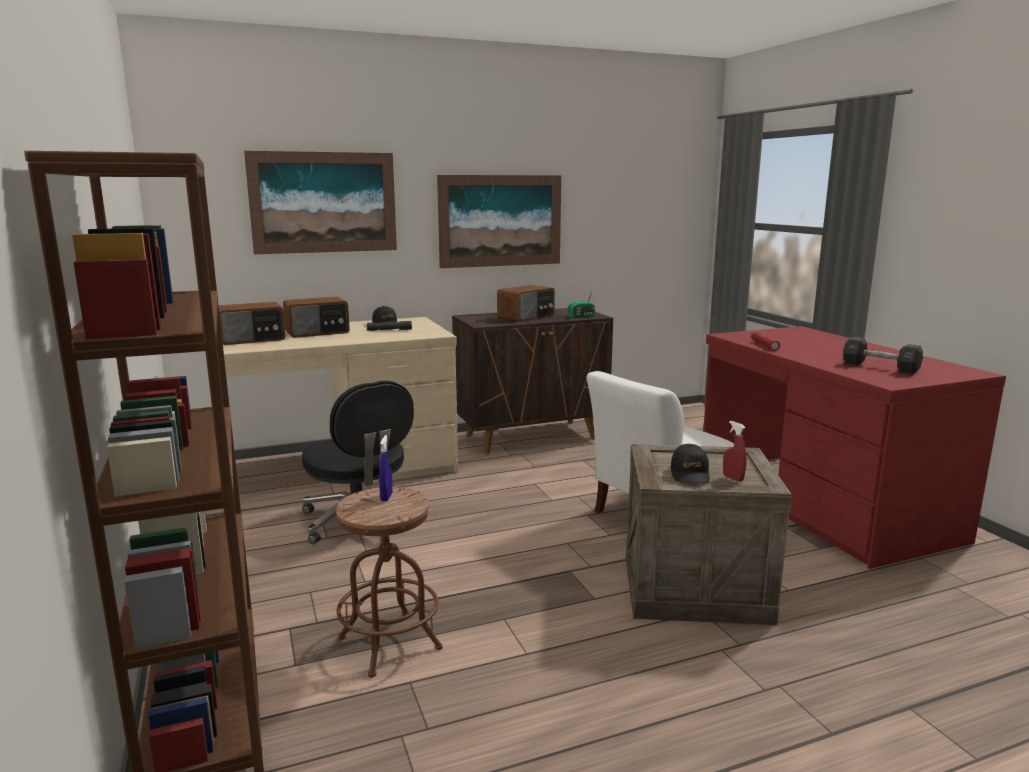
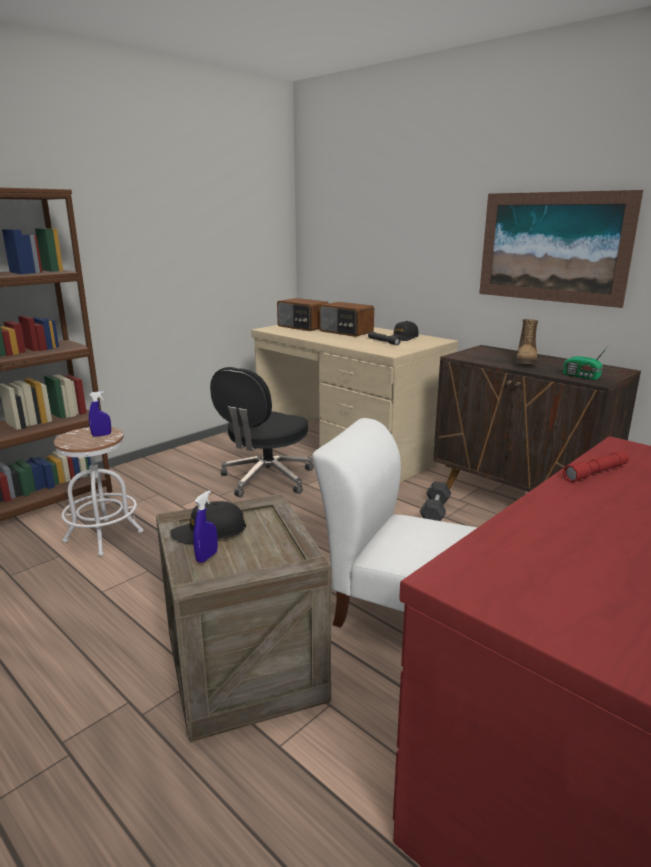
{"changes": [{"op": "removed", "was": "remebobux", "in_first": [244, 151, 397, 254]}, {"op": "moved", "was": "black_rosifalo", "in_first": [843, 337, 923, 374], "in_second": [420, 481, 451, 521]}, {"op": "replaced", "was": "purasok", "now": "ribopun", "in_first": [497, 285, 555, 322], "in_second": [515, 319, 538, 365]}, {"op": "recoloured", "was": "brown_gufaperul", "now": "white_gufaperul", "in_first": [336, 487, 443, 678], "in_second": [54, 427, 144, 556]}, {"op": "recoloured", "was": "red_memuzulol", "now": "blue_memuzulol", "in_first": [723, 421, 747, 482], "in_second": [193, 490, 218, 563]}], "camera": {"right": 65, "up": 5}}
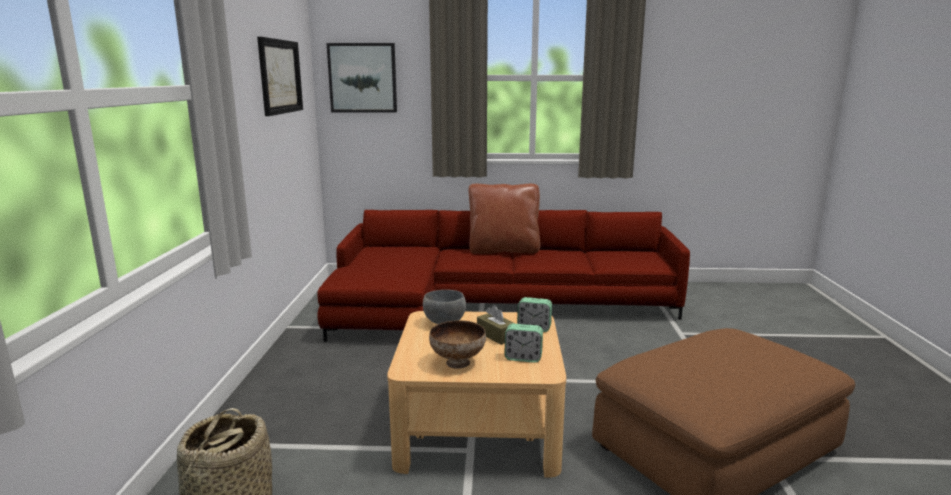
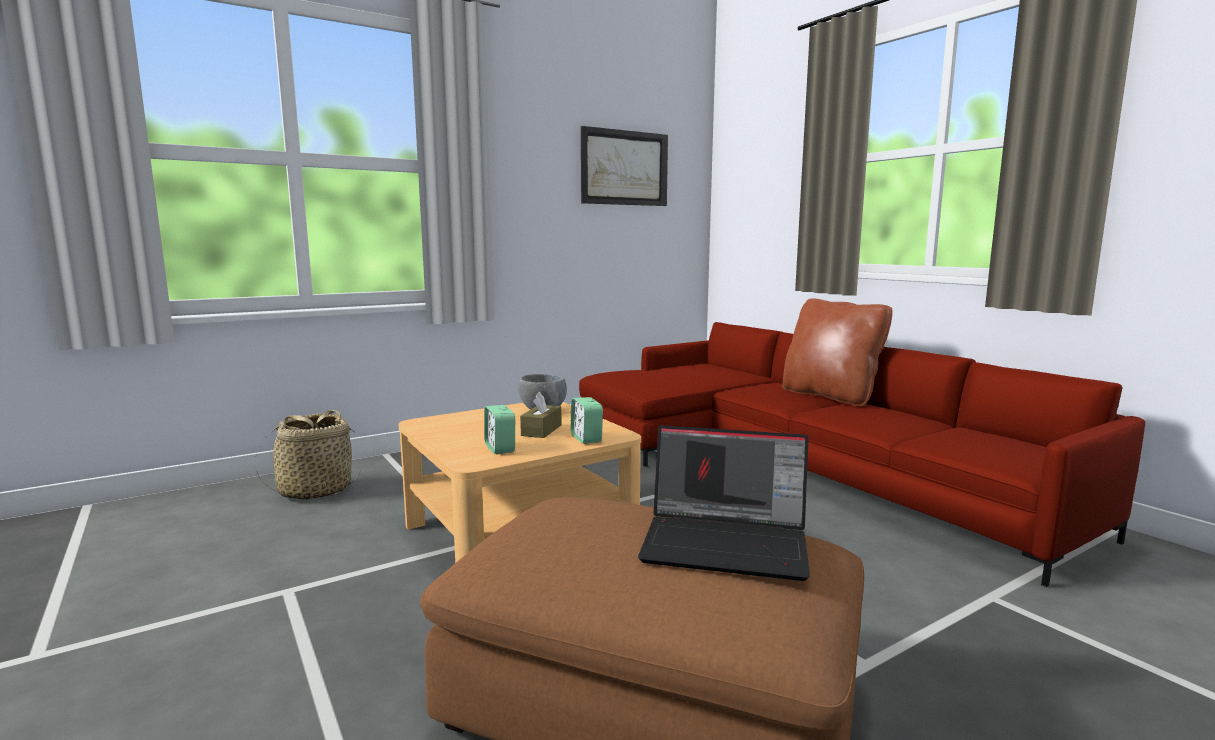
{"changes": [{"op": "removed", "was": "remebobux", "in_first": [326, 43, 397, 113]}, {"op": "removed", "was": "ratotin", "in_first": [429, 320, 486, 369]}, {"op": "added", "now": "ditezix", "in_second": [638, 425, 810, 581]}], "camera": {"right": 55, "up": -5}}
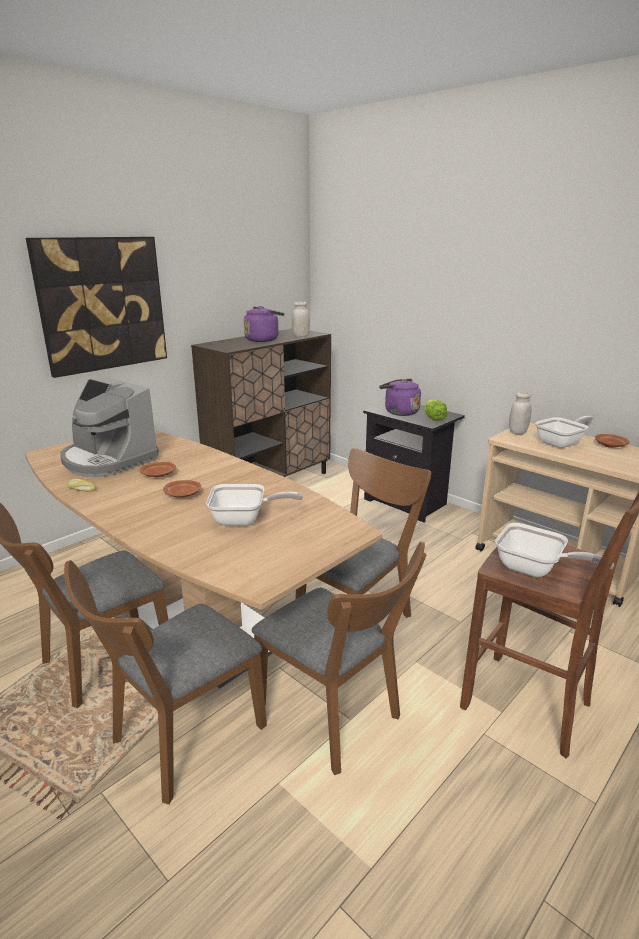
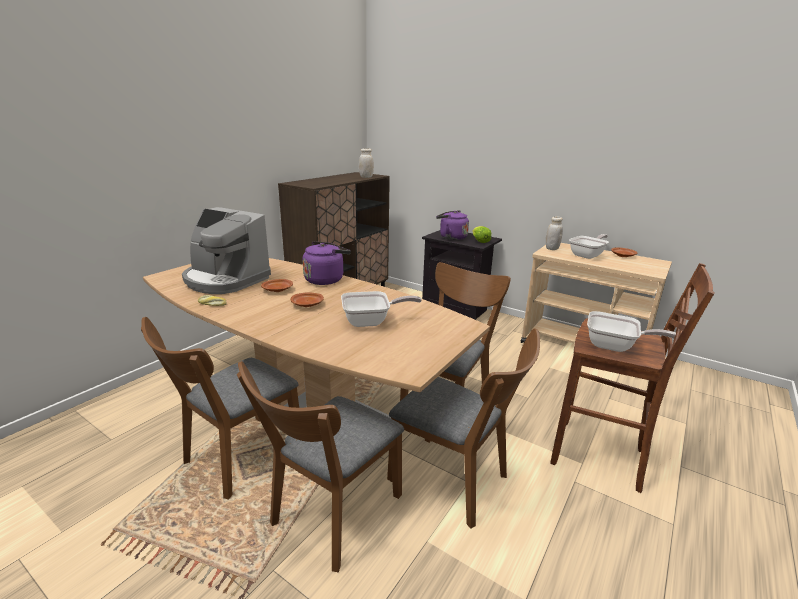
{"changes": [{"op": "removed", "was": "remebobux", "in_first": [26, 237, 167, 378]}, {"op": "moved", "was": "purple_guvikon", "in_first": [244, 306, 284, 342], "in_second": [303, 242, 351, 285]}], "camera": {"right": -10, "up": 0}}
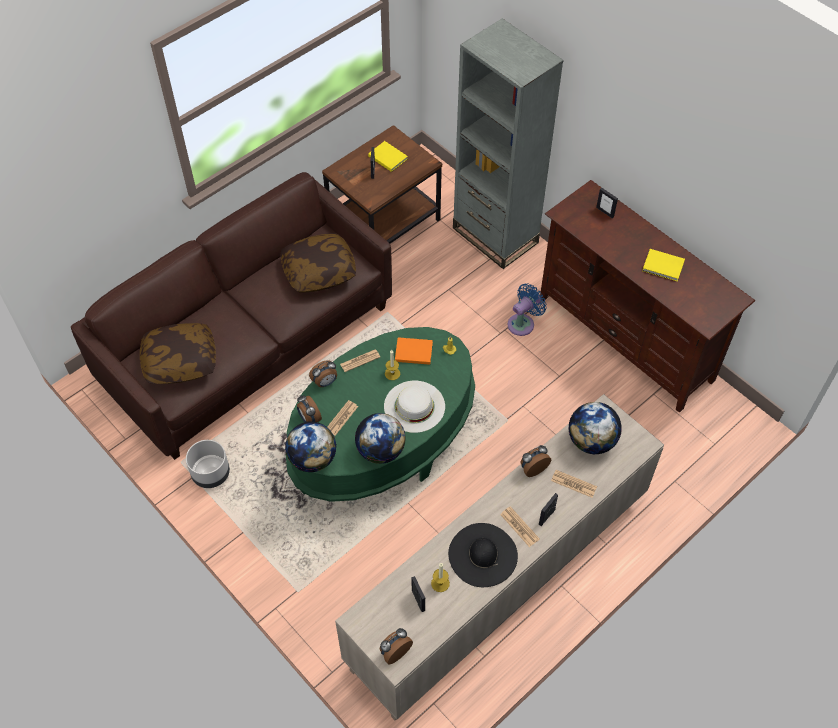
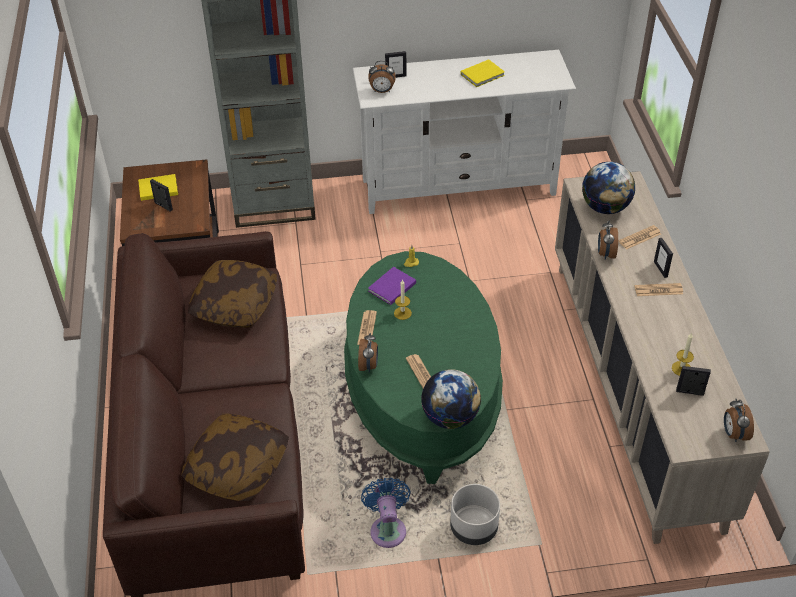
{"changes": [{"op": "removed", "was": "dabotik", "in_first": [355, 413, 406, 464]}, {"op": "removed", "was": "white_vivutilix", "in_first": [384, 381, 445, 433]}, {"op": "removed", "was": "black_vivutilix", "in_first": [448, 523, 518, 587]}, {"op": "moved", "was": "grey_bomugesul", "in_first": [186, 440, 230, 488], "in_second": [450, 484, 500, 545]}, {"op": "moved", "was": "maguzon", "in_first": [297, 395, 322, 422], "in_second": [368, 61, 396, 93]}, {"op": "moved", "was": "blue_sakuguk", "in_first": [508, 283, 547, 336], "in_second": [361, 478, 411, 548]}, {"op": "recoloured", "was": "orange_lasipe", "now": "purple_lasipe", "in_first": [395, 337, 433, 365], "in_second": [368, 267, 416, 305]}, {"op": "recoloured", "was": "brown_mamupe", "now": "white_mamupe", "in_first": [540, 180, 755, 413], "in_second": [353, 50, 576, 214]}], "camera": {"right": -55, "up": -10}}
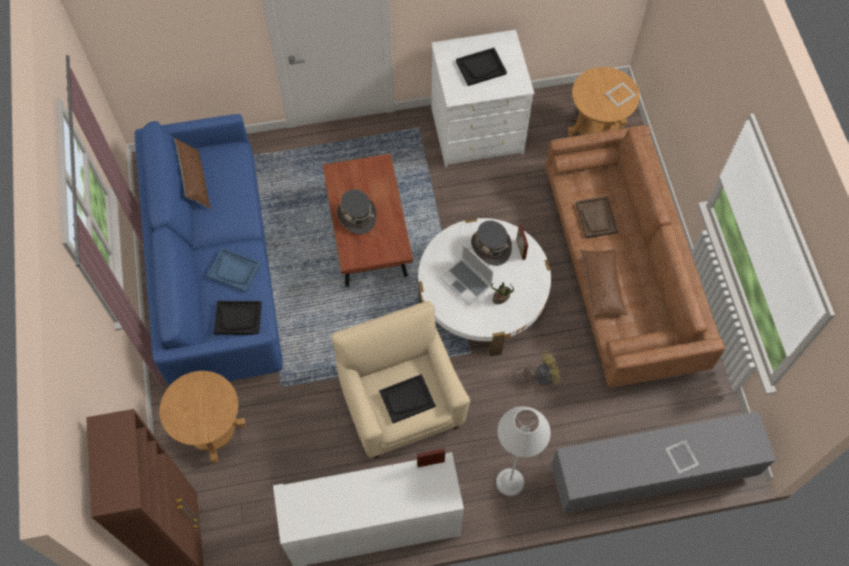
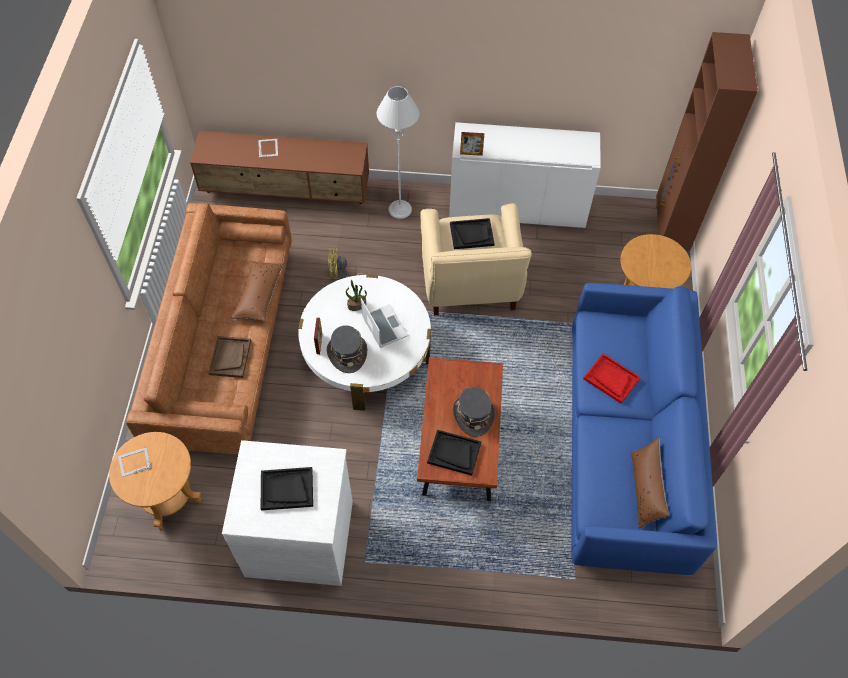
{"changes": [{"op": "moved", "was": "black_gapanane", "in_first": [214, 301, 262, 335], "in_second": [427, 430, 482, 476]}, {"op": "recoloured", "was": "blue_gapanane", "now": "red_gapanane", "in_first": [206, 248, 261, 292], "in_second": [583, 354, 641, 404]}, {"op": "recoloured", "was": "grey_mamupe", "now": "brown_mamupe", "in_first": [551, 411, 776, 513], "in_second": [190, 131, 369, 204]}], "camera": {"right": -165, "up": -5}}
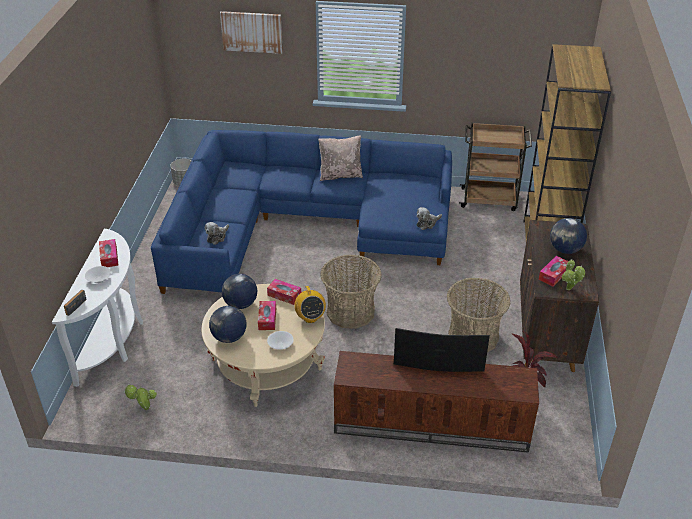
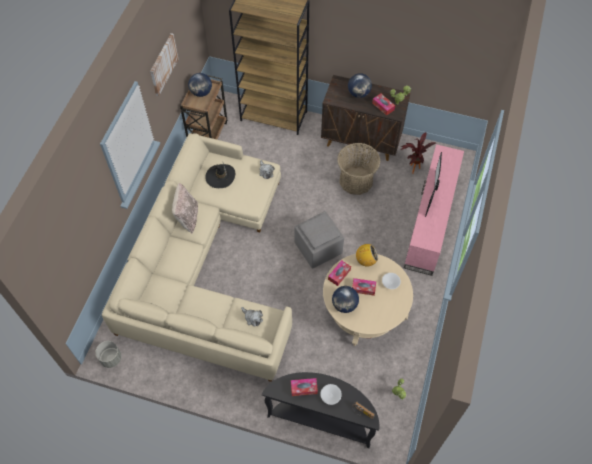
{"changes": [{"op": "added", "now": "black_vivutilix", "in_second": [205, 163, 235, 188]}, {"op": "moved", "was": "dabotik", "in_first": [209, 306, 246, 343], "in_second": [188, 73, 212, 97]}, {"op": "moved", "was": "remebobux", "in_first": [220, 11, 283, 54], "in_second": [150, 33, 178, 96]}, {"op": "replaced", "was": "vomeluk", "now": "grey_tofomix", "in_first": [320, 255, 382, 329], "in_second": [294, 211, 344, 269]}, {"op": "recoloured", "was": "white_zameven", "now": "black_zameven", "in_first": [52, 229, 143, 387], "in_second": [262, 372, 380, 448]}, {"op": "recoloured", "was": "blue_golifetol", "now": "beige_golifetol", "in_first": [151, 130, 452, 294], "in_second": [102, 133, 292, 382]}, {"op": "recoloured", "was": "brown_mamupe", "now": "pink_mamupe", "in_first": [334, 351, 539, 453], "in_second": [404, 144, 464, 276]}], "camera": {"right": -80, "up": 20}}
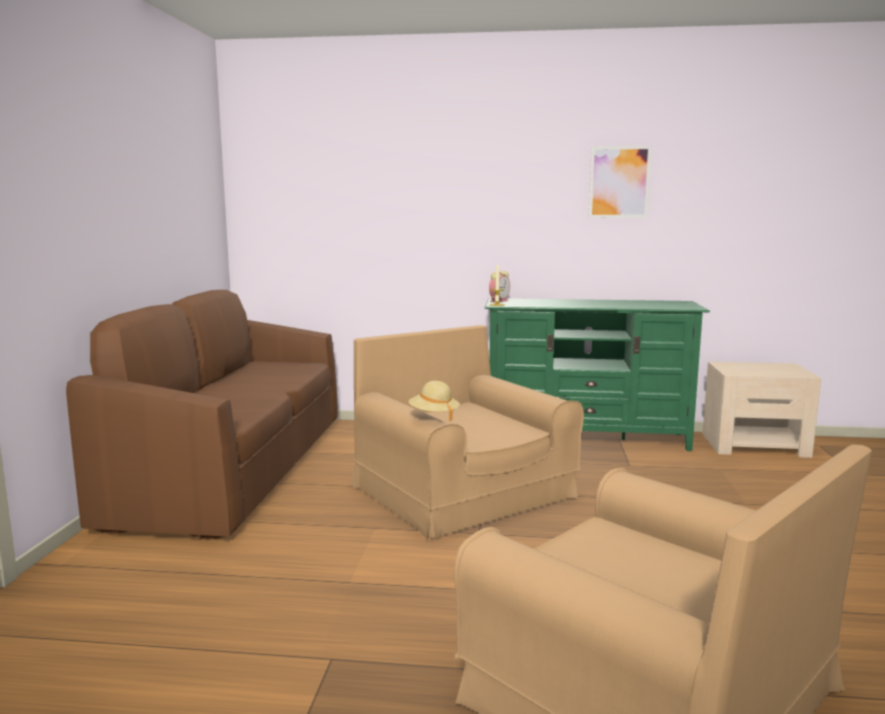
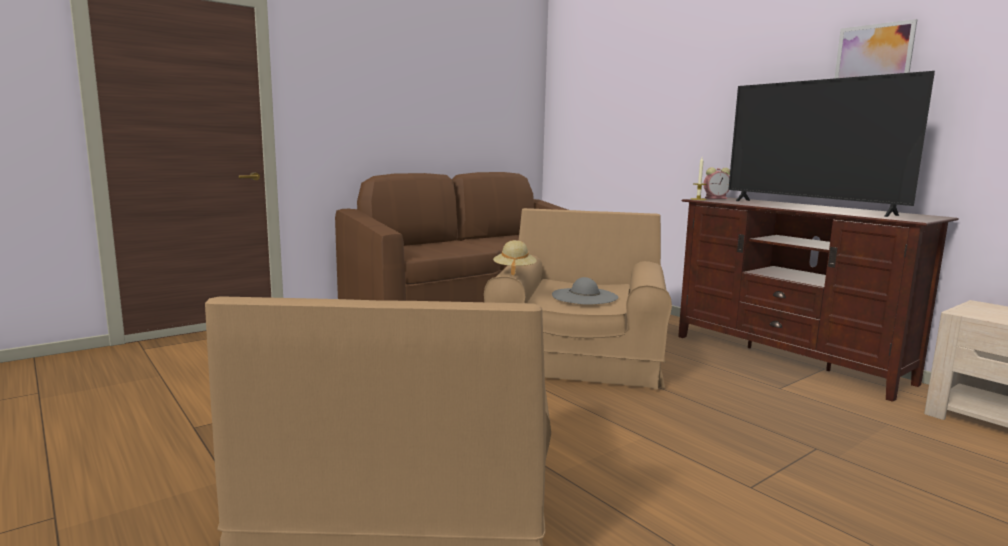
{"changes": [{"op": "added", "now": "grey_vivutilix", "in_second": [552, 277, 619, 305]}, {"op": "added", "now": "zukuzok", "in_second": [728, 71, 935, 217]}, {"op": "recoloured", "was": "green_mamupe", "now": "brown_mamupe", "in_first": [485, 298, 710, 451], "in_second": [678, 197, 959, 402]}], "camera": {"right": 45, "up": 0}}
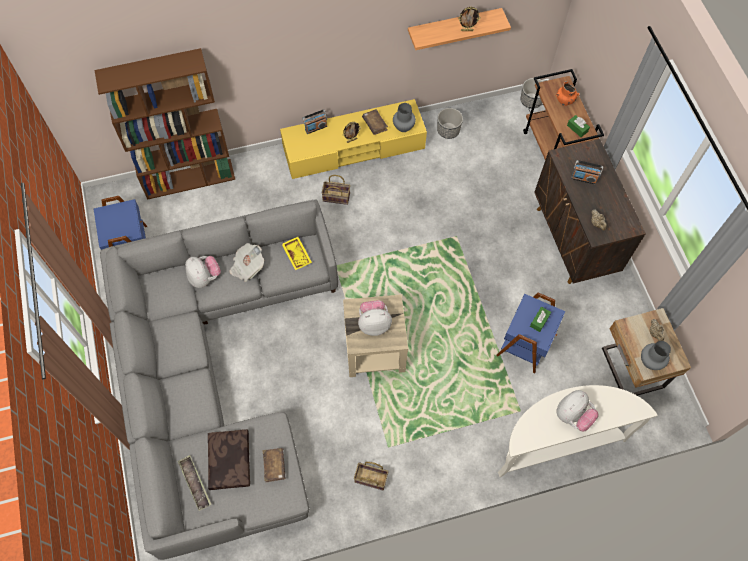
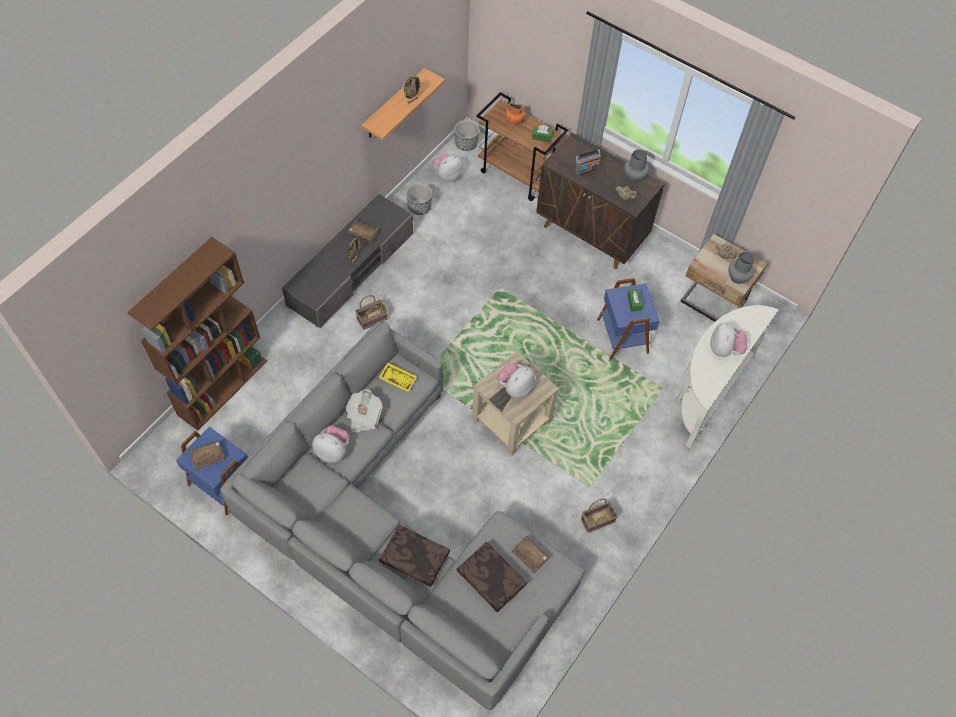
{"changes": [{"op": "removed", "was": "gapanane", "in_first": [178, 455, 211, 511]}, {"op": "removed", "was": "purasok", "in_first": [302, 109, 327, 134]}, {"op": "added", "now": "brown_lasipe", "in_second": [189, 440, 225, 470]}, {"op": "added", "now": "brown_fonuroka", "in_second": [379, 525, 450, 587]}, {"op": "added", "now": "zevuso", "in_second": [432, 153, 463, 182]}, {"op": "moved", "was": "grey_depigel", "in_first": [393, 103, 416, 132], "in_second": [624, 149, 649, 183]}, {"op": "recoloured", "was": "yellow_mamupe", "now": "grey_mamupe", "in_first": [280, 99, 427, 179], "in_second": [282, 194, 414, 328]}], "camera": {"right": -40, "up": -5}}
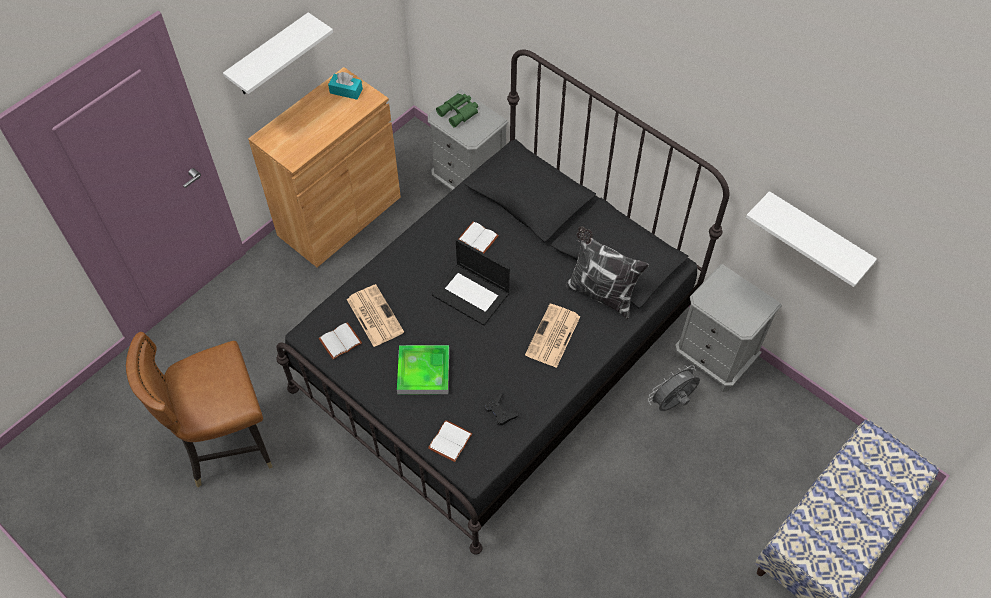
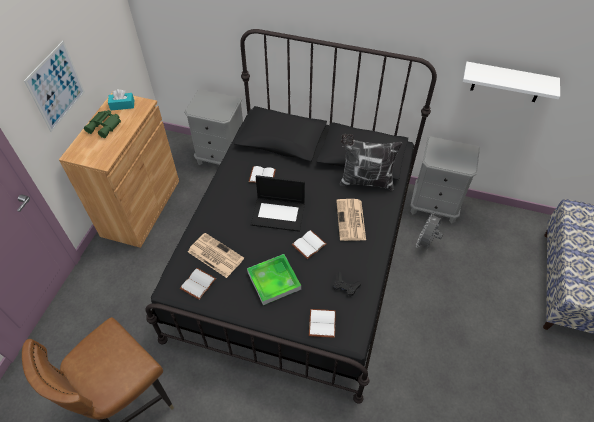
{"changes": [{"op": "added", "now": "white_lasipe", "in_second": [292, 230, 326, 259]}, {"op": "moved", "was": "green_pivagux", "in_first": [436, 93, 478, 128], "in_second": [84, 110, 121, 138]}, {"op": "replaced", "was": "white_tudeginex", "now": "remebobux", "in_first": [223, 12, 333, 94], "in_second": [24, 41, 85, 132]}], "camera": {"right": -25, "up": -5}}
